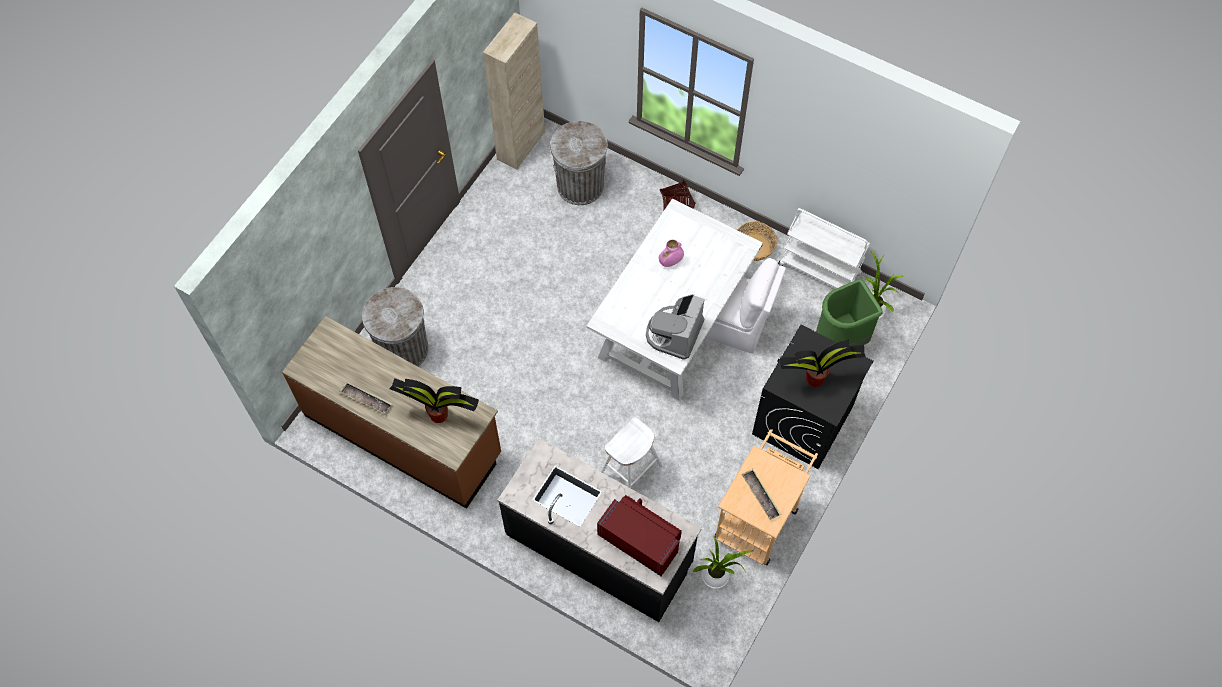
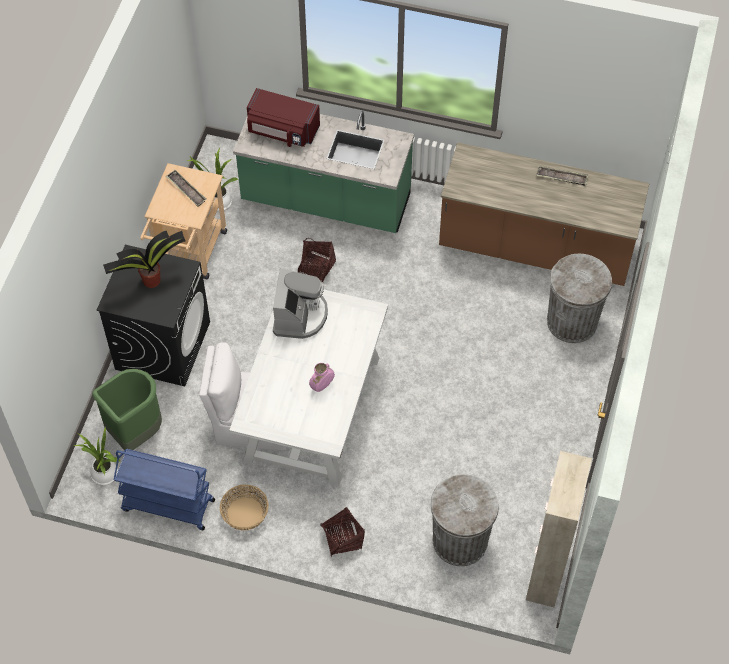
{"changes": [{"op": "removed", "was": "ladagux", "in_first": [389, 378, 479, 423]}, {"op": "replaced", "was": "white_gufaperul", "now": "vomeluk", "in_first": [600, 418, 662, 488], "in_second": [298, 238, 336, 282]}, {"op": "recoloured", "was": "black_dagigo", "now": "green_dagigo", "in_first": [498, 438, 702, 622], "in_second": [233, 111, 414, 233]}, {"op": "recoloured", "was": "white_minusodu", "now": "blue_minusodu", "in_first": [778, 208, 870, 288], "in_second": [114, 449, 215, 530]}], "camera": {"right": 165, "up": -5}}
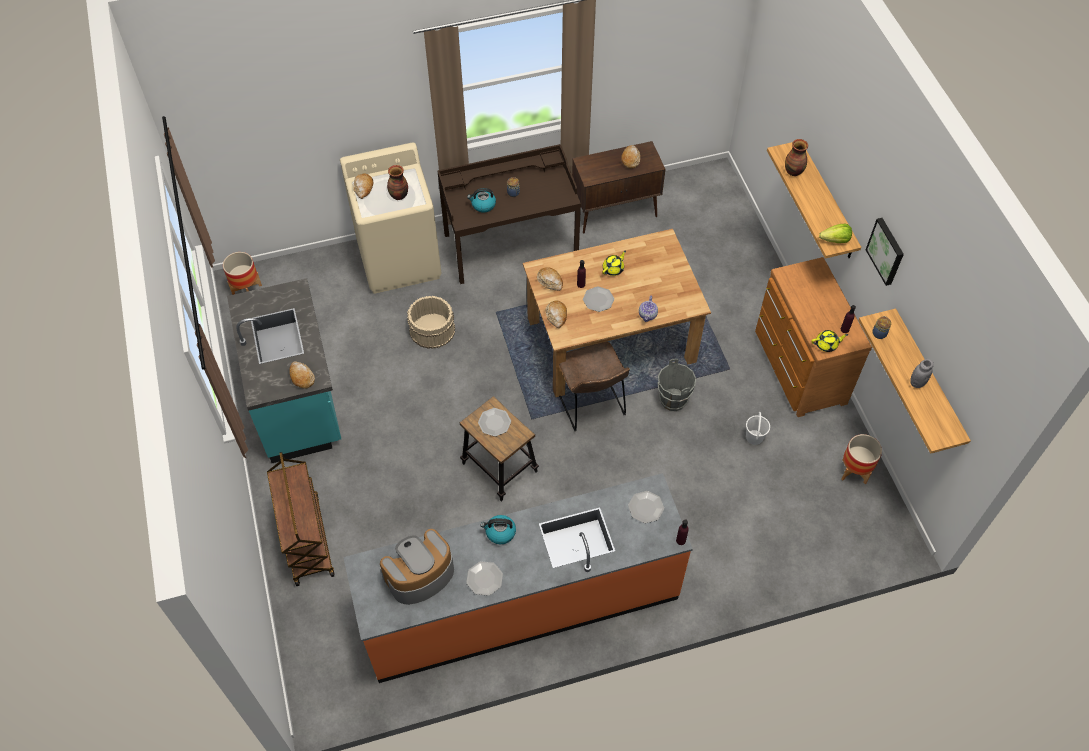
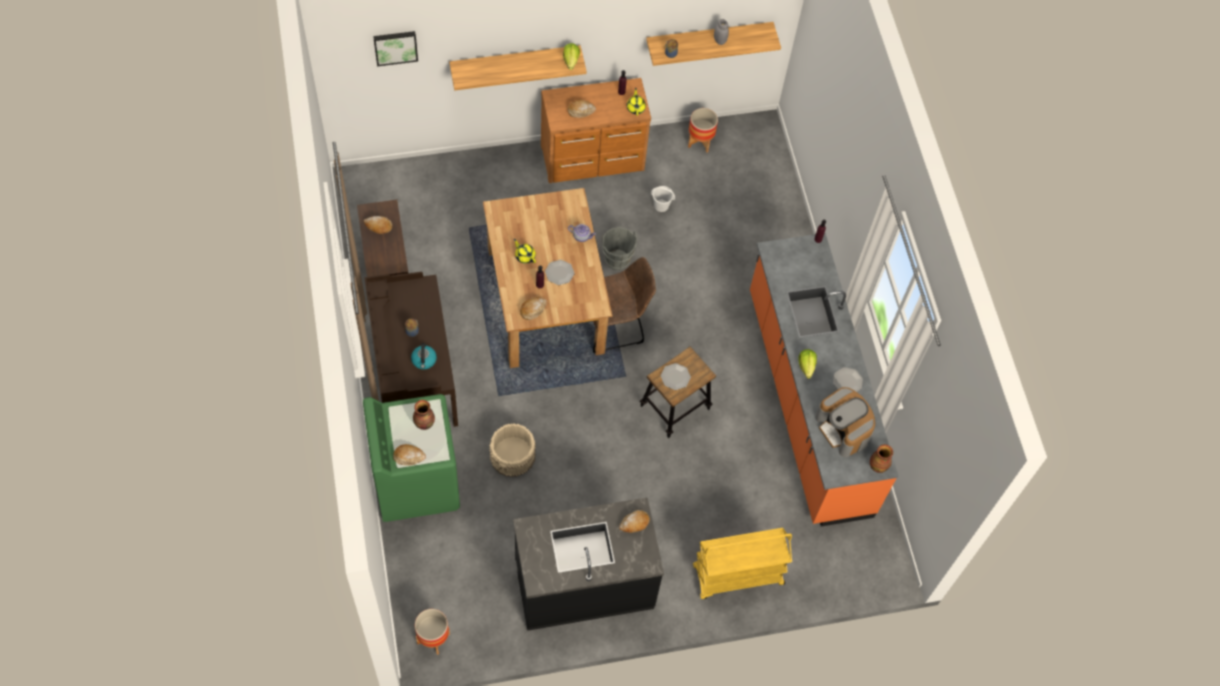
{"changes": [{"op": "removed", "was": "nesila", "in_first": [628, 491, 664, 523]}, {"op": "moved", "was": "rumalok", "in_first": [546, 301, 567, 328], "in_second": [568, 100, 596, 118]}, {"op": "moved", "was": "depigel", "in_first": [785, 139, 808, 176], "in_second": [870, 444, 893, 473]}, {"op": "moved", "was": "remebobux", "in_first": [865, 218, 904, 286], "in_second": [373, 31, 418, 66]}, {"op": "replaced", "was": "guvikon", "now": "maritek", "in_first": [480, 515, 516, 544], "in_second": [798, 349, 817, 379]}, {"op": "recoloured", "was": "turquoise_dagigo", "now": "black_dagigo", "in_first": [227, 278, 341, 463], "in_second": [513, 497, 664, 631]}, {"op": "recoloured", "was": "brown_minusodu", "now": "yellow_minusodu", "in_first": [267, 452, 335, 586], "in_second": [693, 528, 792, 599]}, {"op": "recoloured", "was": "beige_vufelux", "now": "green_vufelux", "in_first": [340, 143, 441, 294], "in_second": [363, 394, 460, 522]}], "camera": {"right": -90, "up": 5}}
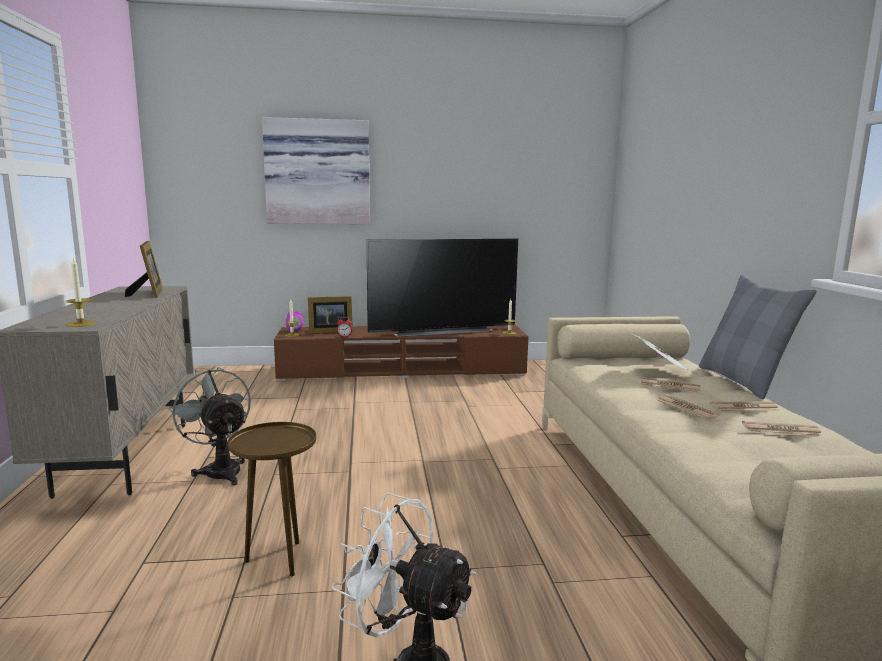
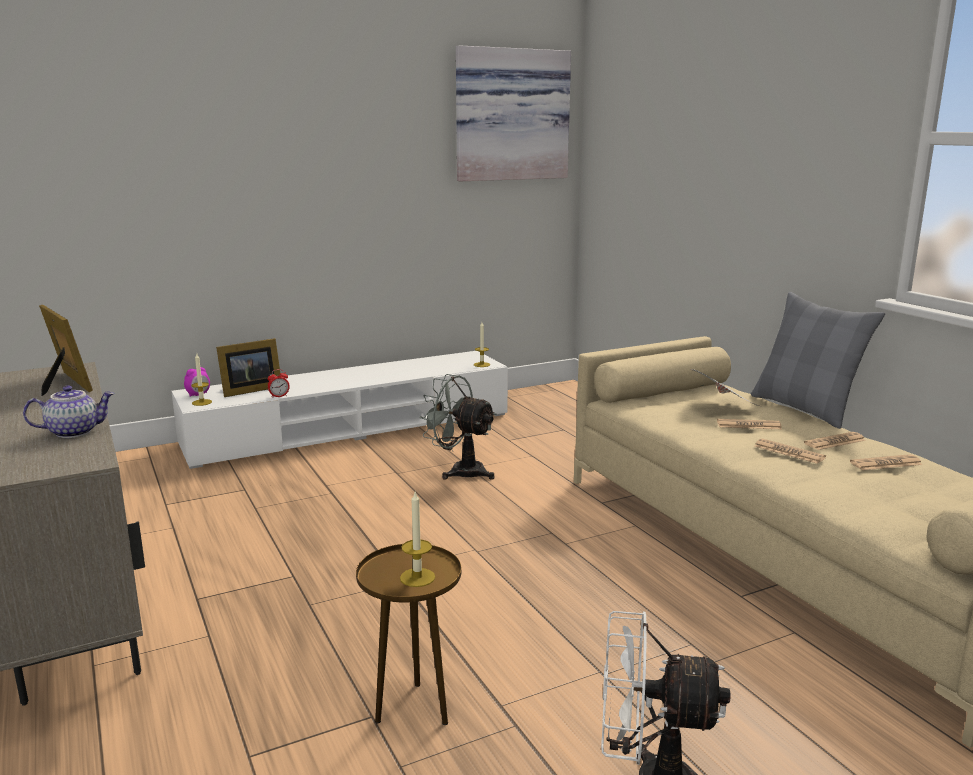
{"changes": [{"op": "removed", "was": "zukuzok", "in_first": [367, 239, 518, 337]}, {"op": "added", "now": "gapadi", "in_second": [23, 385, 115, 438]}, {"op": "moved", "was": "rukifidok", "in_first": [66, 257, 95, 327], "in_second": [400, 492, 435, 587]}, {"op": "moved", "was": "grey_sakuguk", "in_first": [168, 367, 251, 485], "in_second": [419, 374, 496, 480]}, {"op": "moved", "was": "remebobux", "in_first": [262, 117, 370, 224], "in_second": [456, 45, 571, 181]}, {"op": "recoloured", "was": "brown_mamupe", "now": "white_mamupe", "in_first": [274, 325, 528, 381], "in_second": [171, 351, 508, 469]}], "camera": {"right": -20, "up": 5}}
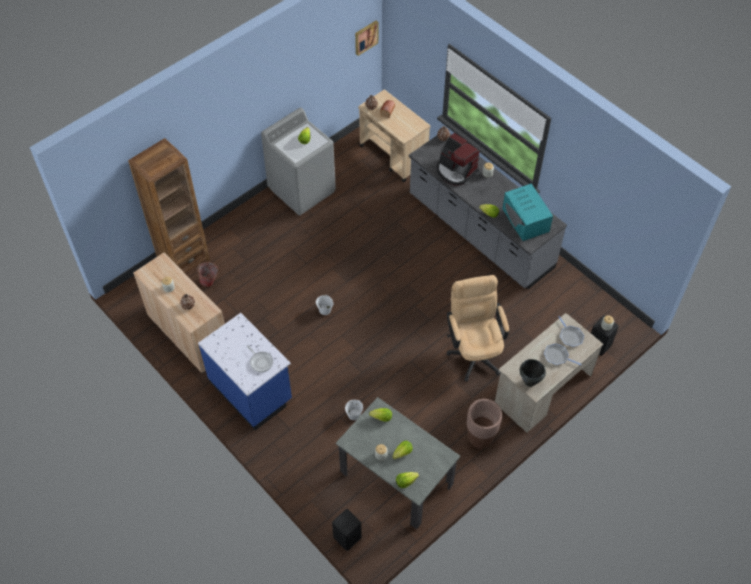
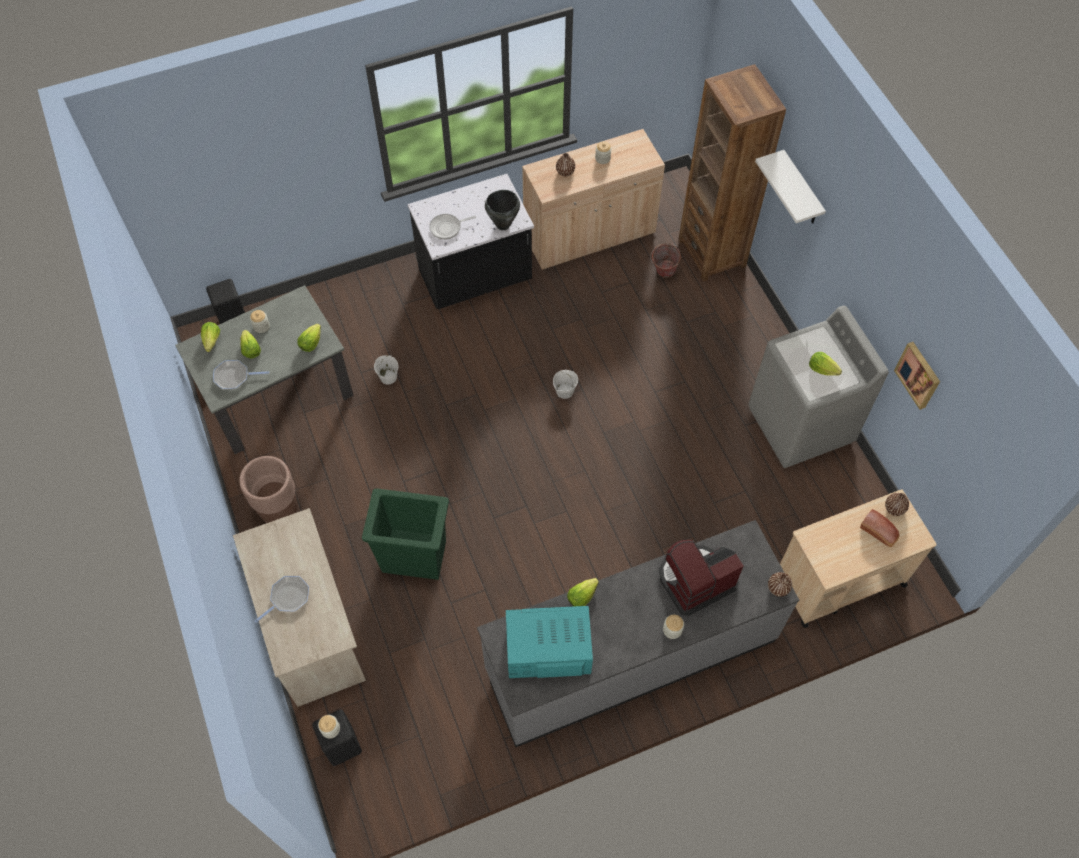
{"changes": [{"op": "added", "now": "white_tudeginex", "in_second": [755, 150, 826, 224]}, {"op": "moved", "was": "remebobux", "in_first": [355, 21, 378, 56], "in_second": [894, 342, 940, 410]}, {"op": "moved", "was": "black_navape", "in_first": [520, 359, 546, 387], "in_second": [485, 190, 520, 230]}, {"op": "moved", "was": "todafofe", "in_first": [558, 316, 584, 347], "in_second": [213, 360, 269, 390]}, {"op": "replaced", "was": "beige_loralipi", "now": "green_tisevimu", "in_first": [447, 275, 509, 381], "in_second": [362, 488, 449, 580]}, {"op": "recoloured", "was": "blue_dagigo", "now": "black_dagigo", "in_first": [198, 313, 292, 431], "in_second": [408, 174, 534, 309]}], "camera": {"right": 110, "up": 5}}
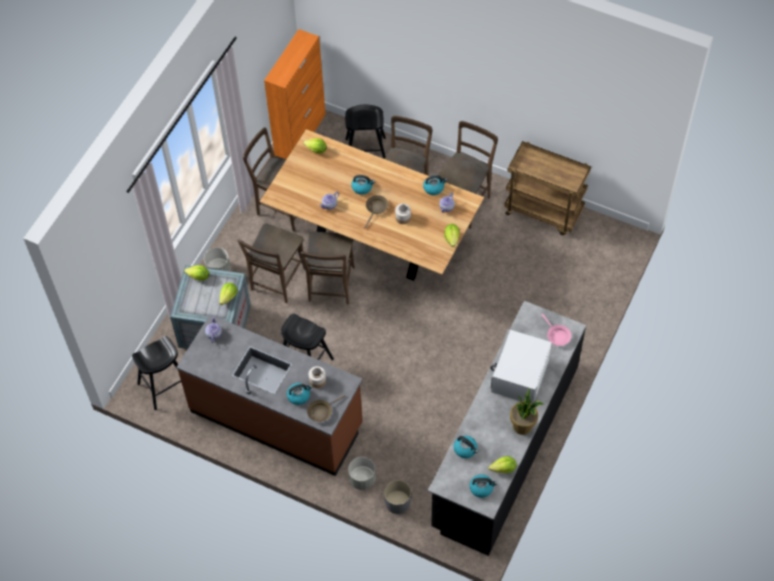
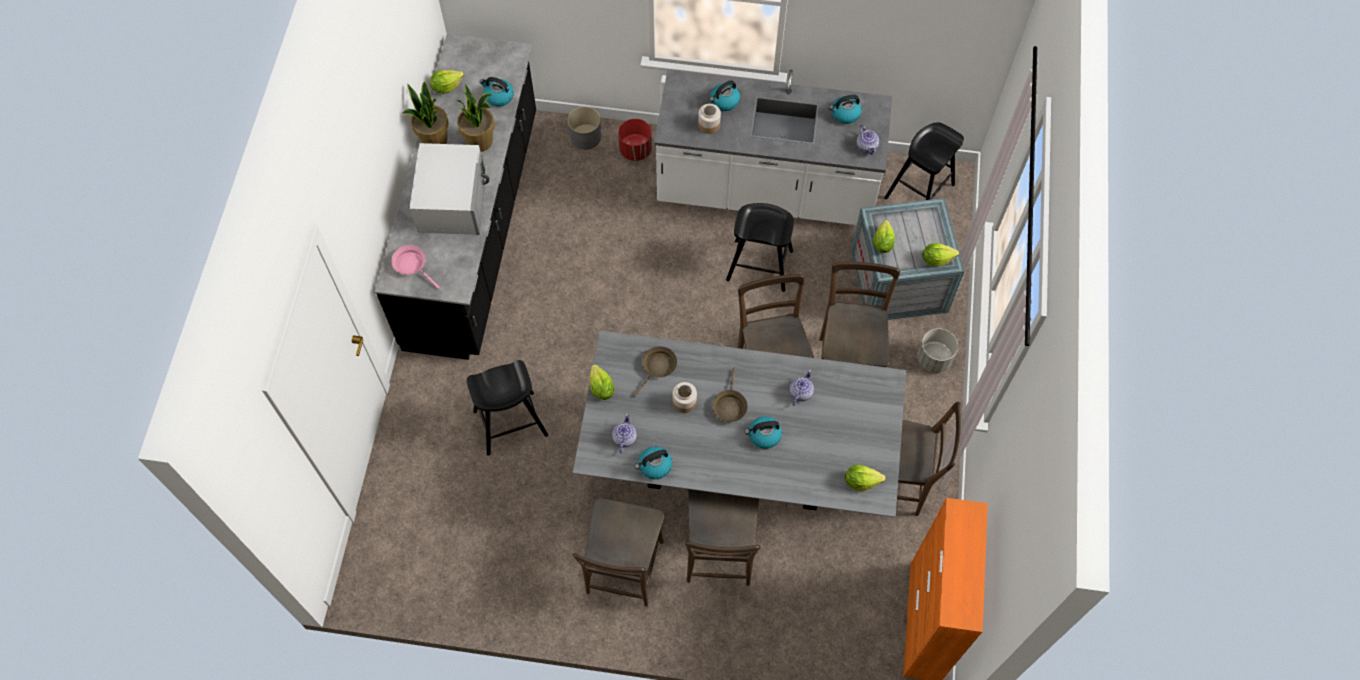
{"changes": [{"op": "removed", "was": "brown_minusodu", "in_first": [504, 141, 591, 235]}, {"op": "added", "now": "ladagux", "in_second": [457, 84, 495, 152]}, {"op": "moved", "was": "brown_todafofe", "in_first": [307, 395, 345, 422], "in_second": [633, 346, 677, 398]}, {"op": "moved", "was": "black_gufaperul", "in_first": [345, 105, 386, 159], "in_second": [467, 360, 548, 456]}, {"op": "moved", "was": "guvikon", "in_first": [470, 474, 498, 498], "in_second": [829, 95, 862, 124]}, {"op": "recoloured", "was": "brown_dagigo", "now": "white_dagigo", "in_first": [176, 314, 363, 476], "in_second": [654, 70, 892, 225]}, {"op": "recoloured", "was": "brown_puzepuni", "now": "grey_puzepuni", "in_first": [259, 129, 484, 281], "in_second": [573, 331, 906, 517]}, {"op": "recoloured", "was": "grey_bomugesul", "now": "red_bomugesul", "in_first": [348, 457, 376, 490], "in_second": [618, 119, 652, 161]}], "camera": {"right": 160, "up": 5}}
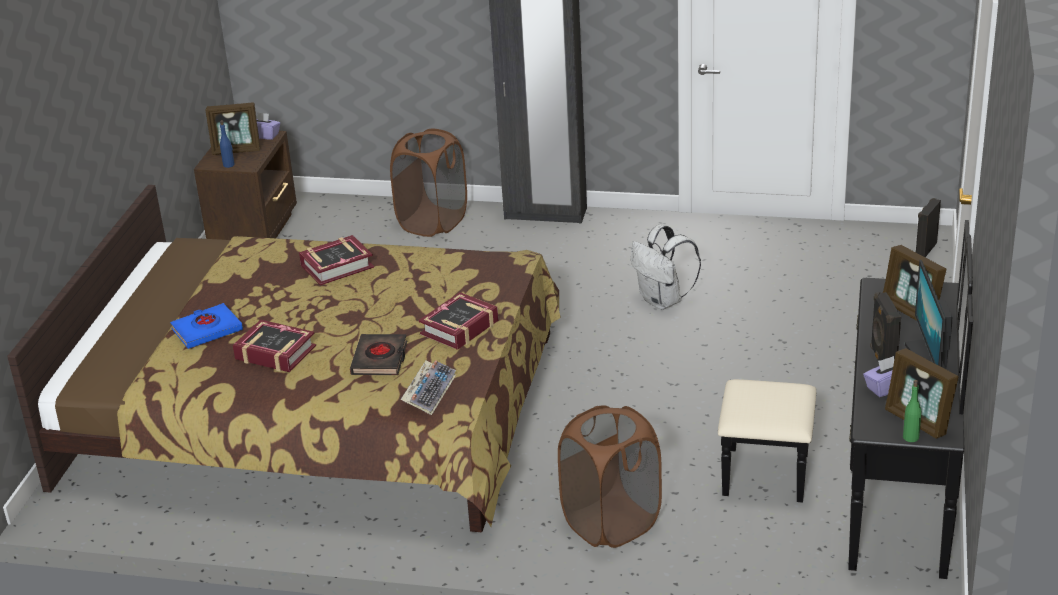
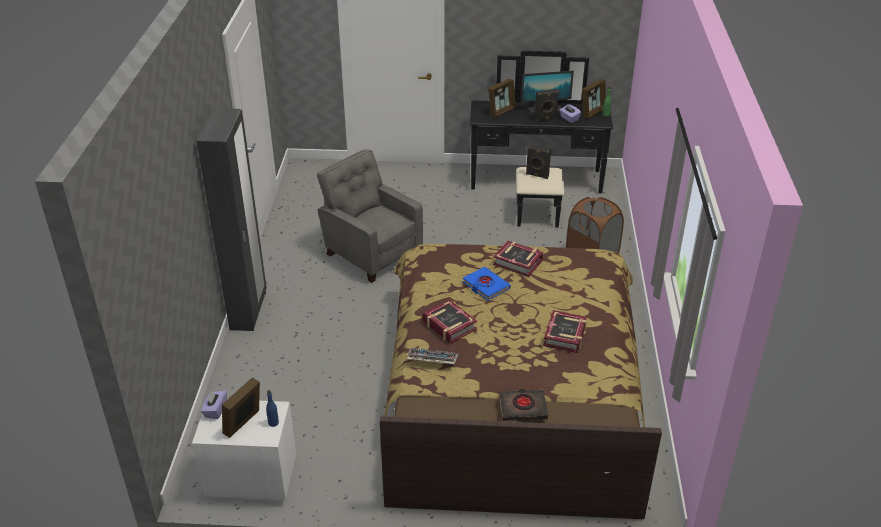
{"changes": [{"op": "removed", "was": "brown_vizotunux", "in_first": [390, 129, 467, 237]}, {"op": "moved", "was": "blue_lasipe", "in_first": [170, 303, 243, 349], "in_second": [463, 267, 511, 300]}, {"op": "moved", "was": "black_lasipe", "in_first": [350, 334, 407, 375], "in_second": [499, 389, 548, 421]}, {"op": "moved", "was": "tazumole", "in_first": [400, 360, 456, 415], "in_second": [407, 348, 458, 364]}, {"op": "moved", "was": "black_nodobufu", "in_first": [916, 198, 941, 257], "in_second": [526, 144, 551, 179]}, {"op": "replaced", "was": "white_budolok", "now": "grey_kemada", "in_first": [631, 224, 701, 310], "in_second": [317, 149, 423, 283]}, {"op": "recoloured", "was": "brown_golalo", "now": "white_golalo", "in_first": [194, 131, 297, 240], "in_second": [192, 401, 296, 502]}, {"op": "turned", "was": "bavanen", "in_first": [205, 102, 260, 155], "in_second": [222, 377, 260, 438], "clockwise": -135}], "camera": {"right": -100, "up": 5}}
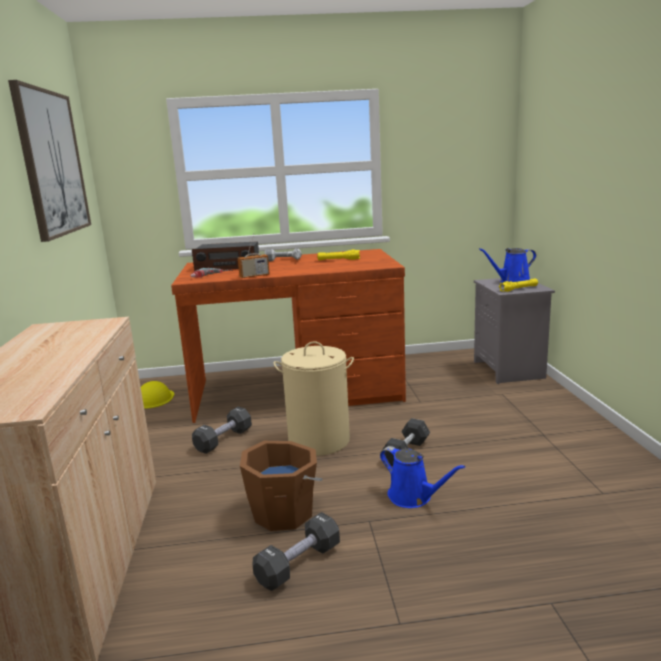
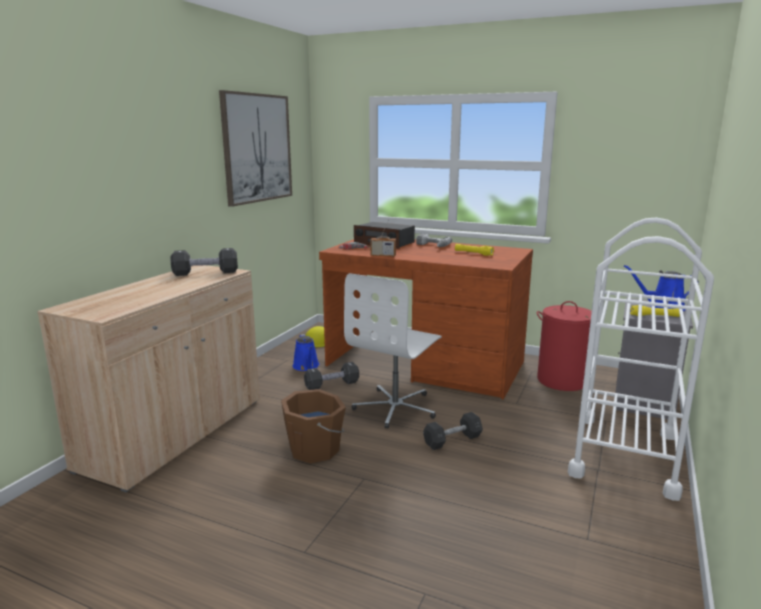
{"changes": [{"op": "added", "now": "red_vizotunux", "in_second": [537, 301, 592, 391]}, {"op": "added", "now": "white_minusodu", "in_second": [568, 218, 714, 501]}, {"op": "moved", "was": "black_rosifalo", "in_first": [253, 512, 340, 591], "in_second": [170, 248, 238, 276]}, {"op": "moved", "was": "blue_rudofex", "in_first": [380, 446, 465, 508], "in_second": [293, 334, 319, 371]}, {"op": "replaced", "was": "beige_vizotunux", "now": "white_loralipi", "in_first": [273, 341, 354, 456], "in_second": [344, 273, 442, 429]}], "camera": {"right": 30, "up": 0}}
